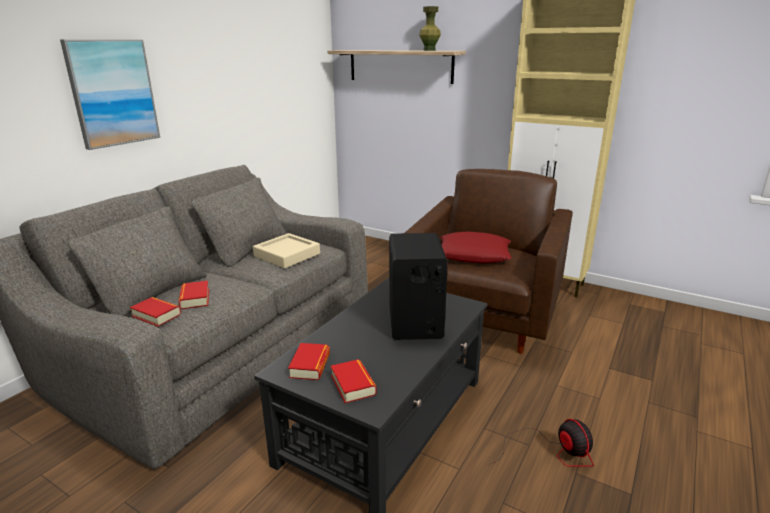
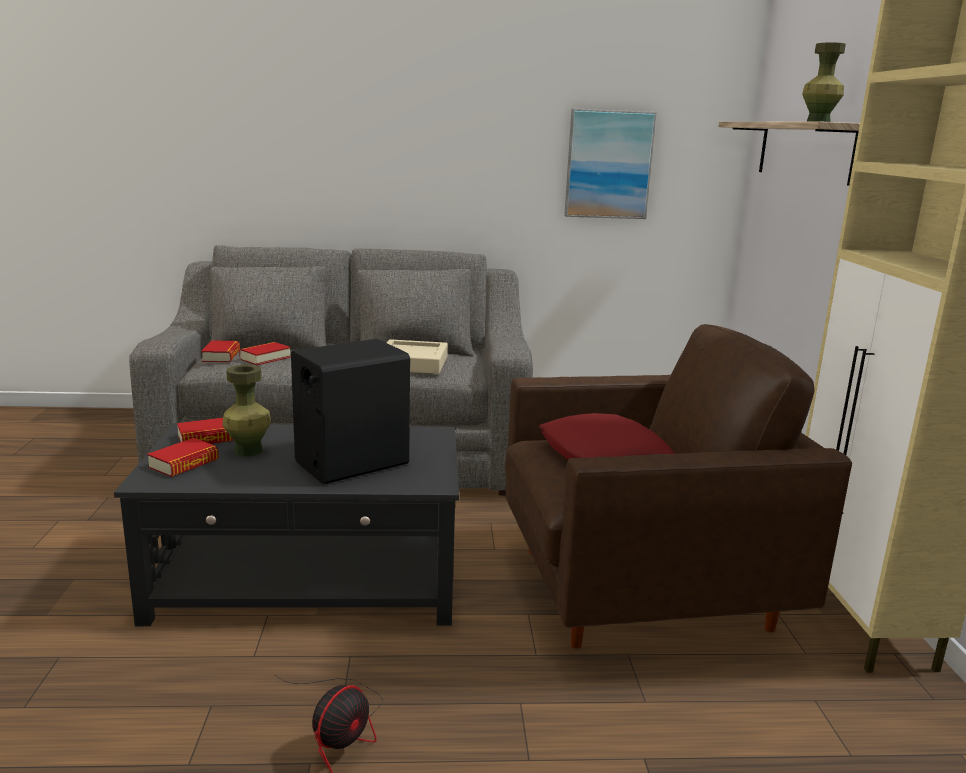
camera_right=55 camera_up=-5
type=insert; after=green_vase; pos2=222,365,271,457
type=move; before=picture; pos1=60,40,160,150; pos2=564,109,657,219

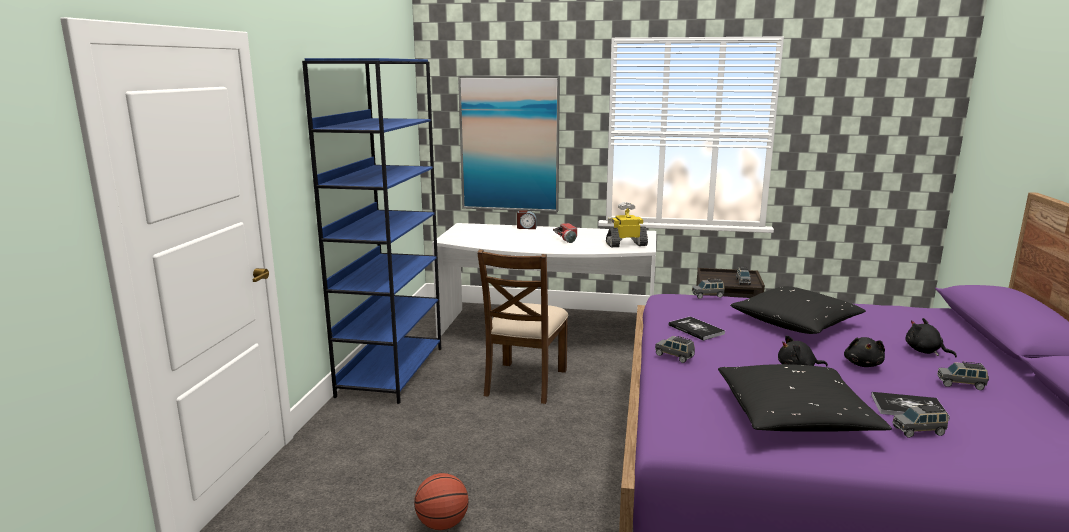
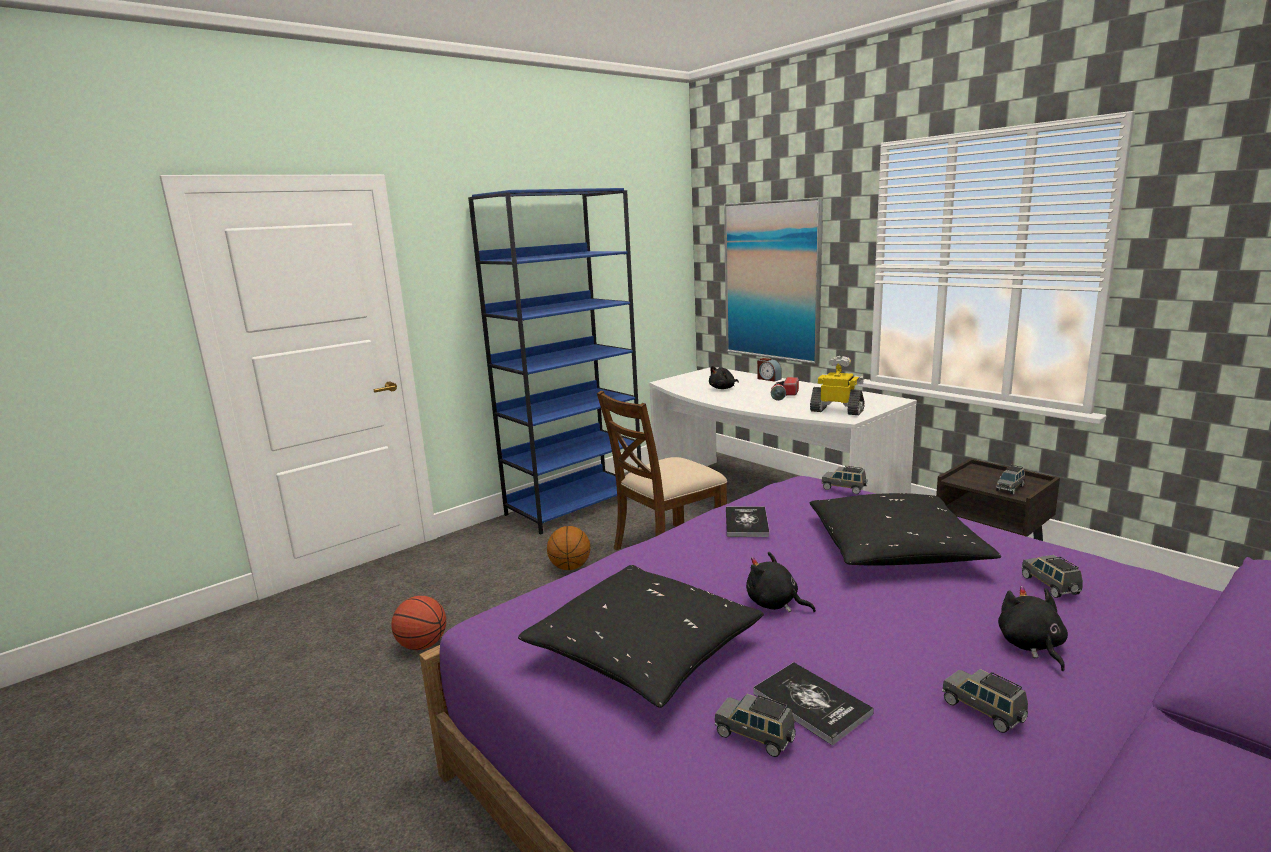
camera_right=40 camera_up=0
type=insert; after=basketball; pos2=547,526,591,570
type=move; before=black_plush_toy; pos1=844,337,885,367; pos2=709,366,739,389
type=move; before=grey_toy_car; pos1=655,336,695,363; pos2=1021,555,1083,598

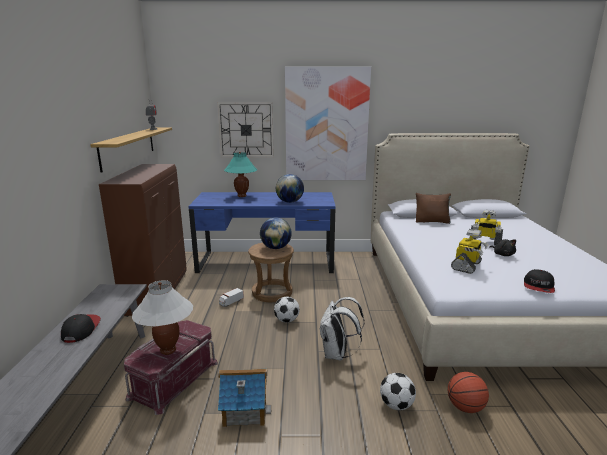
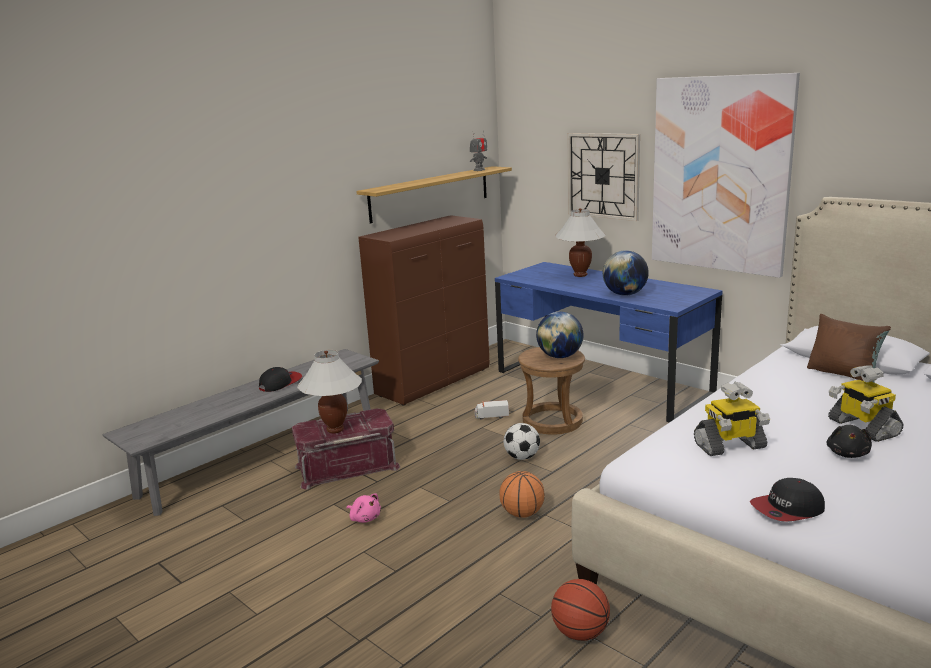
camera_right=45 camera_up=0
type=replace; before=toy_house; after=pink_plush_toy; pos1=218,368,272,428; pos2=347,493,381,523
type=replace; before=white_backpack; after=basketball; pos1=320,297,365,361; pos2=499,471,545,518
type=recolor; before=turquoise_table_lamp; after=white_table_lamp; pos1=224,152,257,197; pos2=555,208,606,277
type=delete; before=football; pos1=380,373,416,410

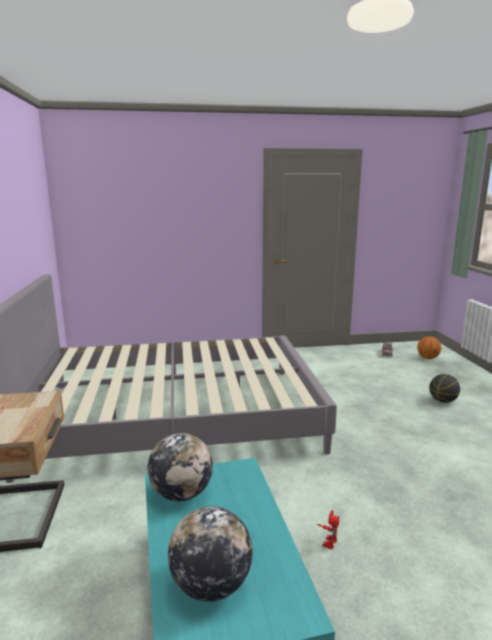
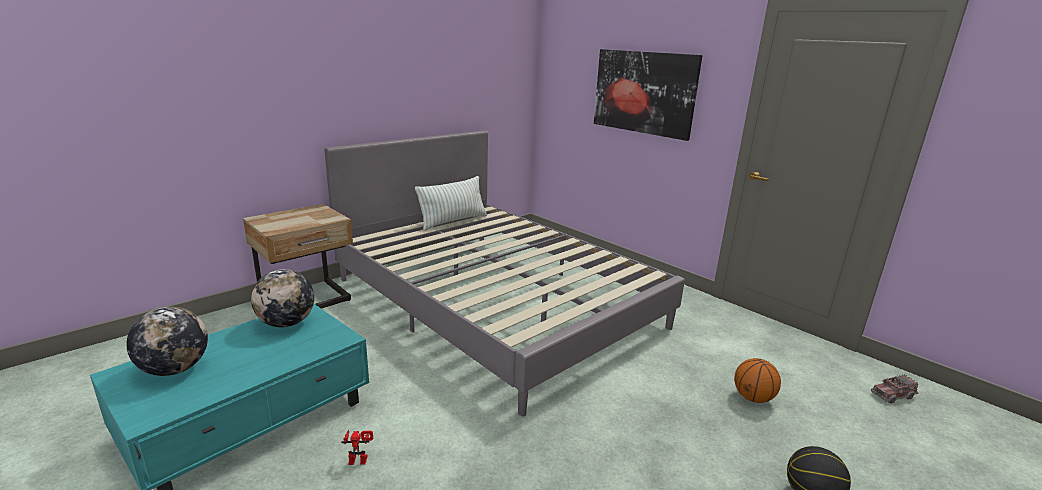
camera_right=55 camera_up=5
type=insert; after=pillow; pos2=415,176,487,231
type=insert; after=picture; pos2=594,49,702,141
type=move; before=basketball; pos1=417,336,441,359; pos2=734,358,781,403

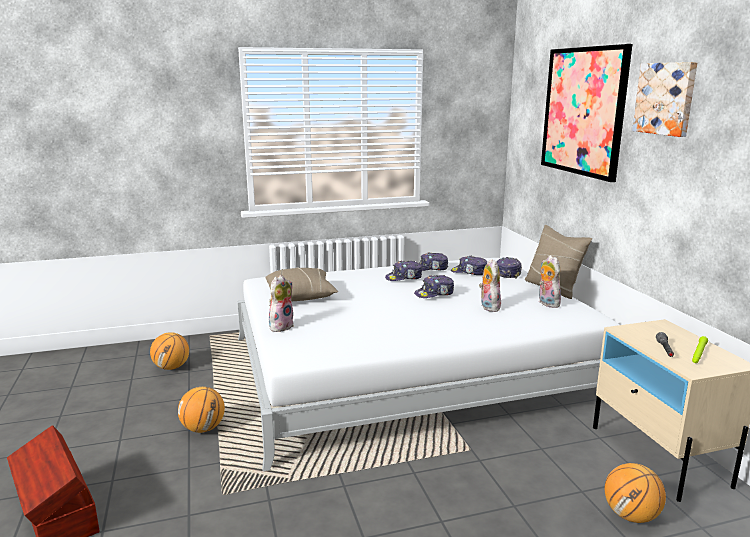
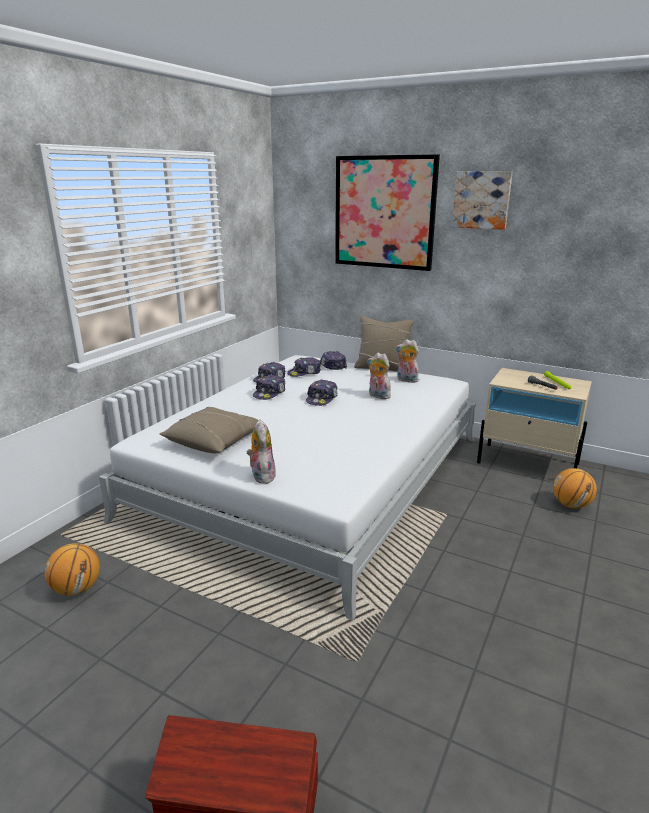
camera_right=-45 camera_up=5
type=delete; before=basketball; pos1=178,387,225,433

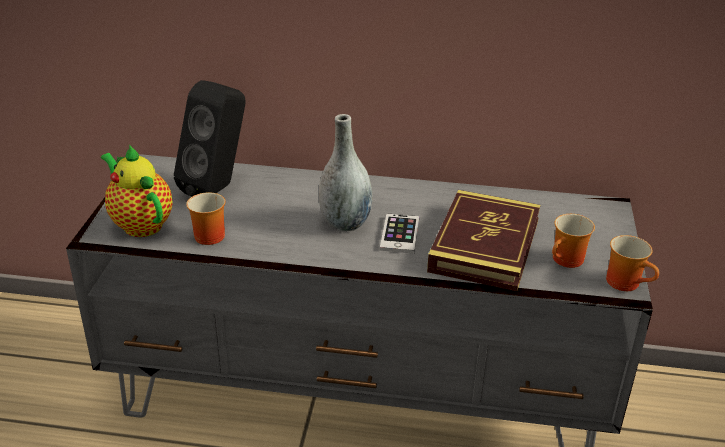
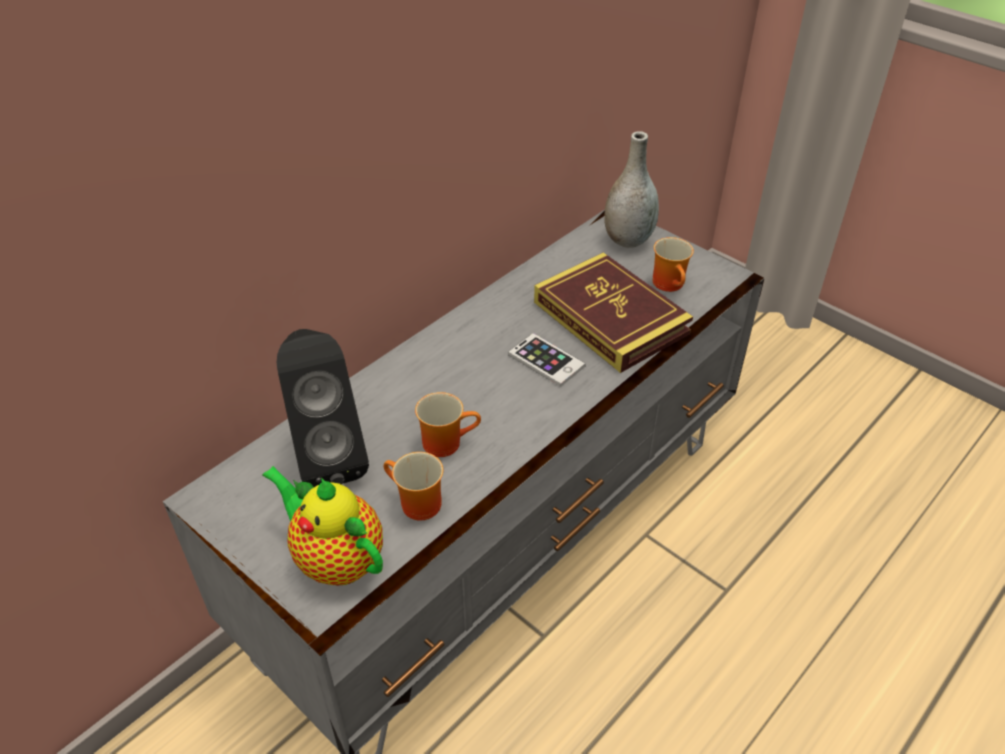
camera_right=-55 camera_up=10
type=rotate; before=teapot; pos1=101,144,172,237; pos2=262,466,383,586; turn=45
type=move; before=mug; pos1=606,235,659,291; pos2=415,392,481,457
type=move; before=grey_vase; pos1=319,114,373,231; pos2=605,131,659,248

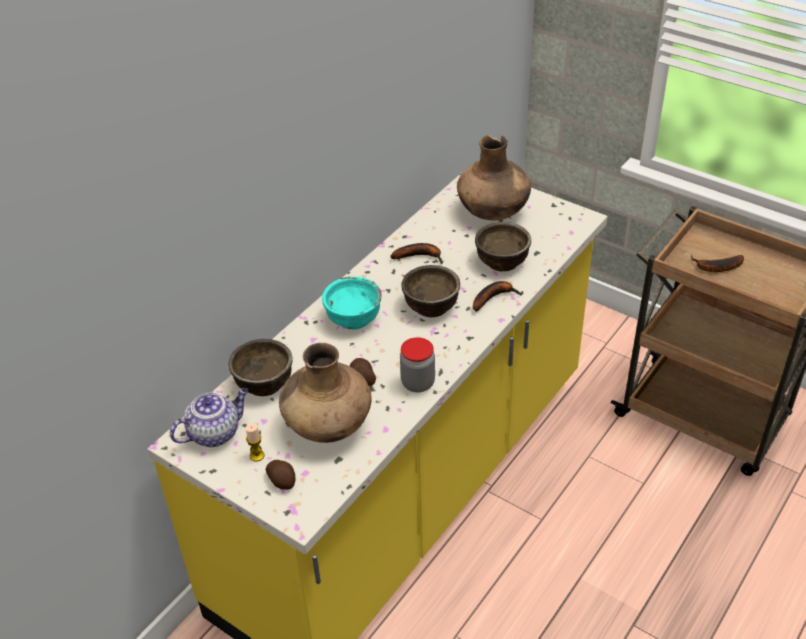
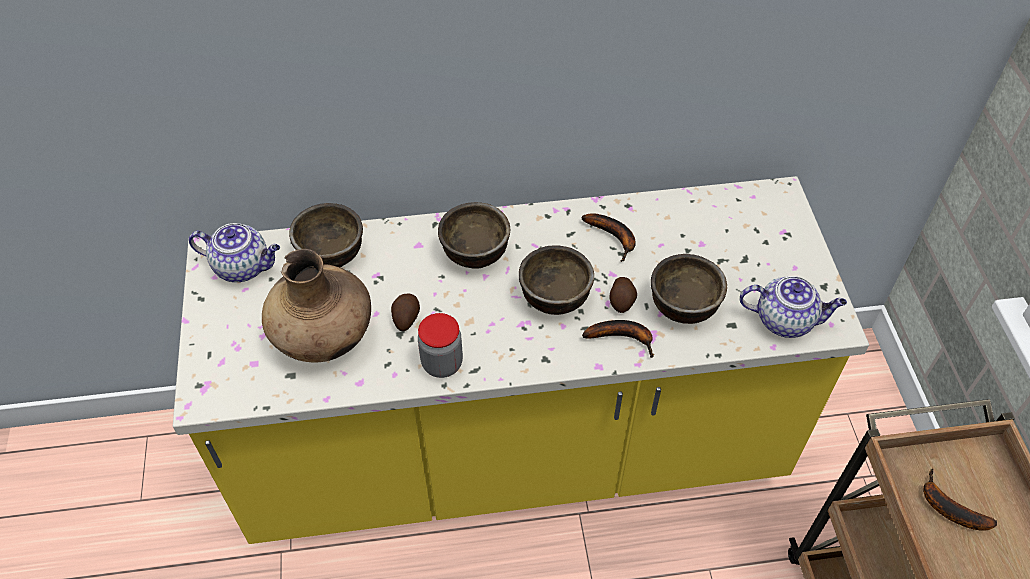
camera_right=45 camera_up=10
type=recolor; before=turquoise_bowl; after=brown_bowl; pos1=322,277,382,329; pos2=438,202,510,269
type=move; before=potato; pos1=265,460,295,490; pos2=610,277,637,313
type=insert; after=teapot; pos2=739,276,847,338
type=delete; before=candle; pos1=246,423,264,462
type=delete; before=brown_vase; pos1=457,134,531,221

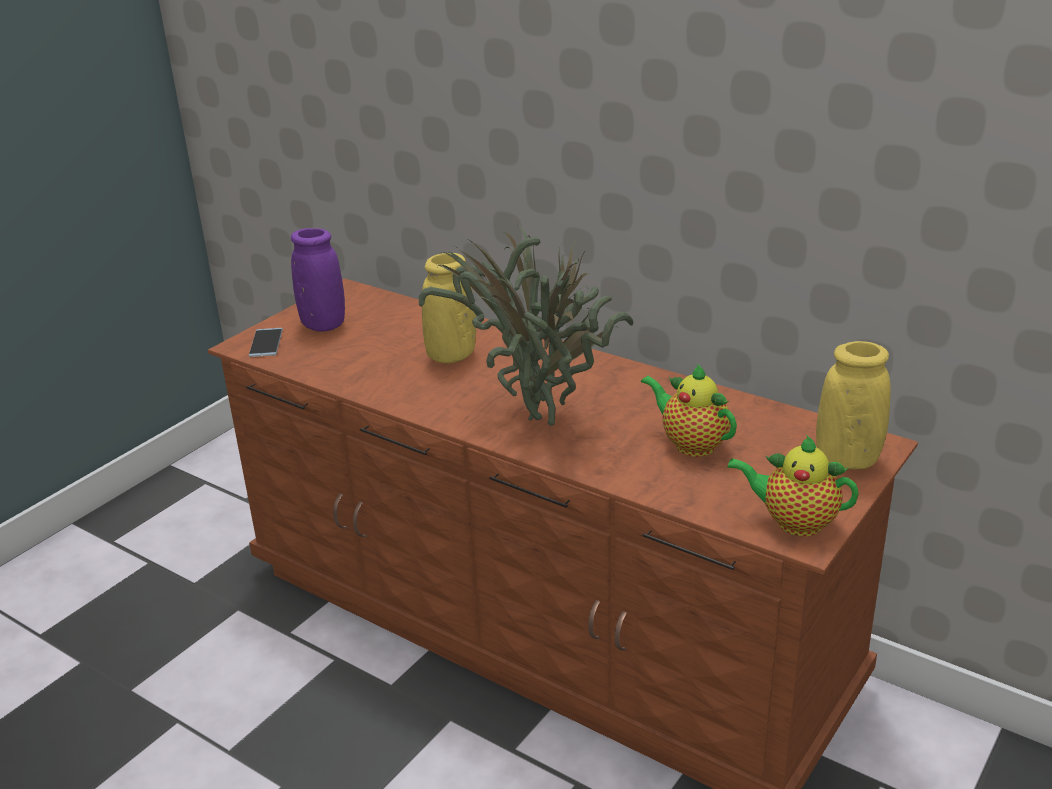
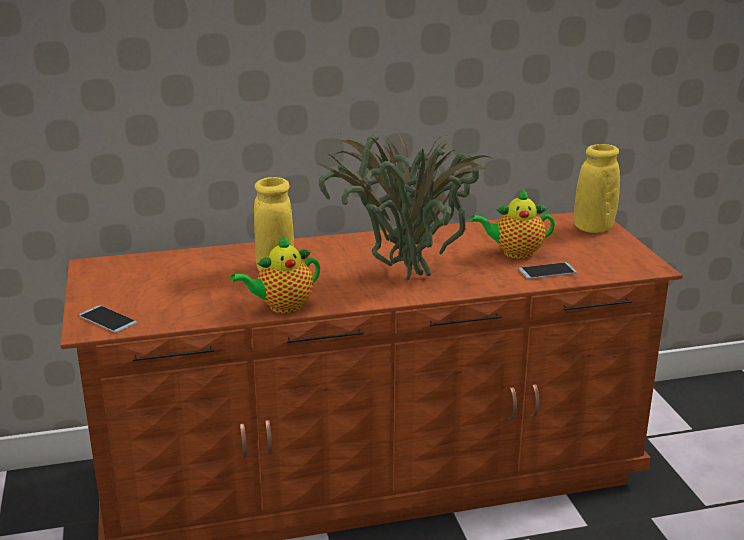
camera_right=-50 camera_up=-5
type=move; before=teapot; pos1=727,435,859,536; pos2=230,235,320,313
type=insert; after=phone; pos2=519,262,577,279
type=delete; before=purple_vase; pos1=291,228,345,332

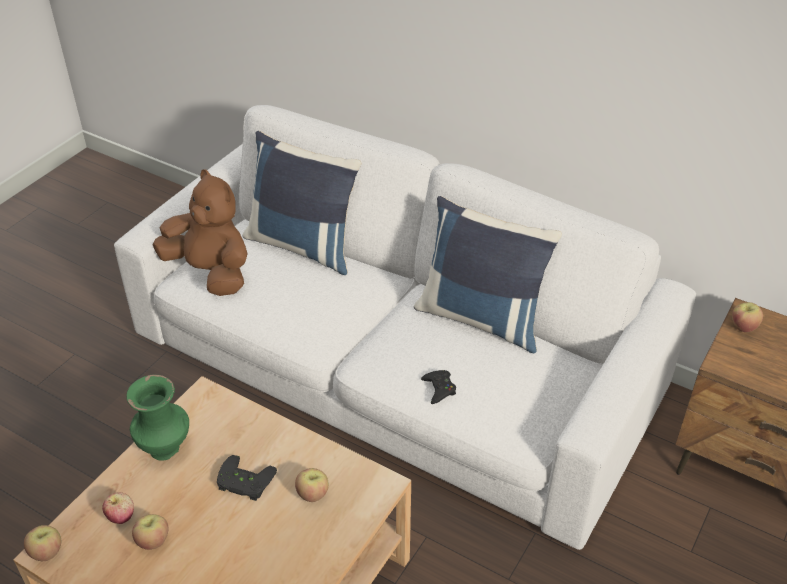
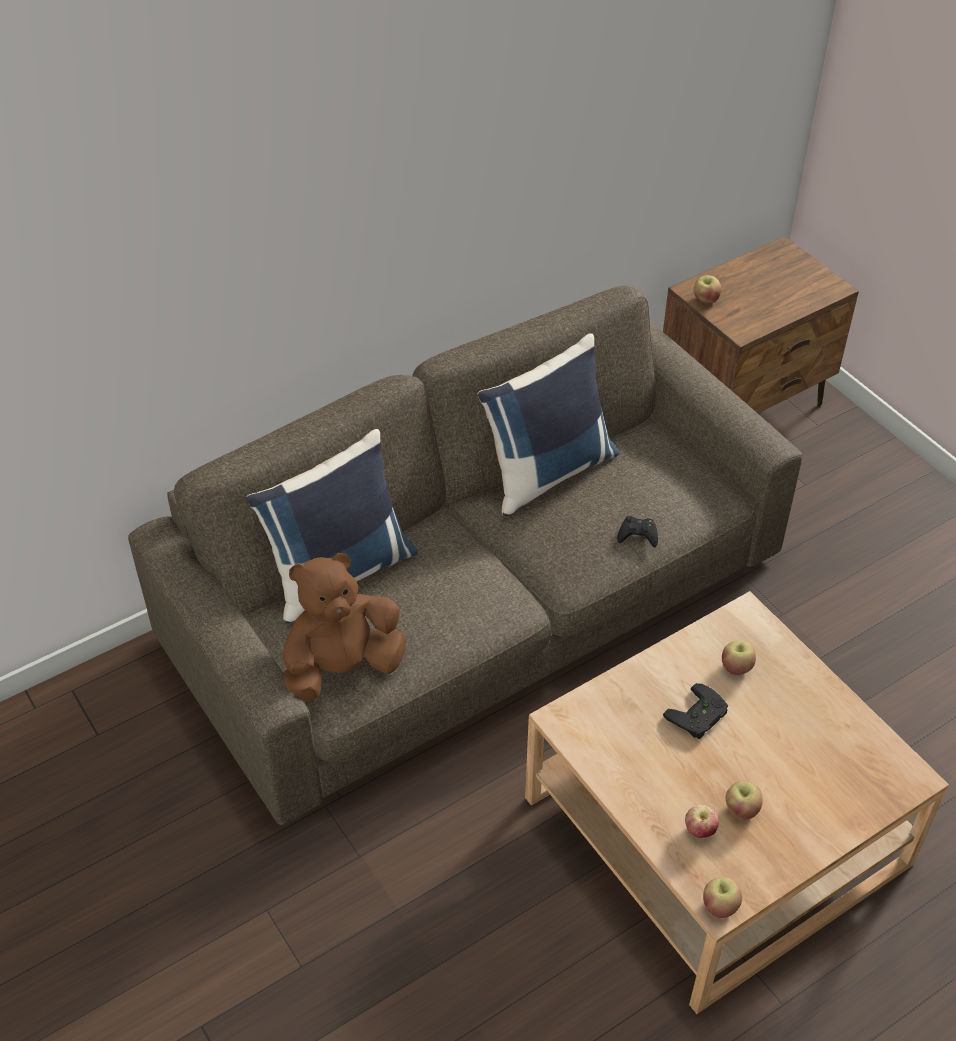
camera_right=-65 camera_up=5
type=recolor; before=white_sofa; after=brown_sofa; pos1=114,105,696,550; pos2=128,285,802,825
type=delete; before=green_vase; pos1=126,375,189,460

